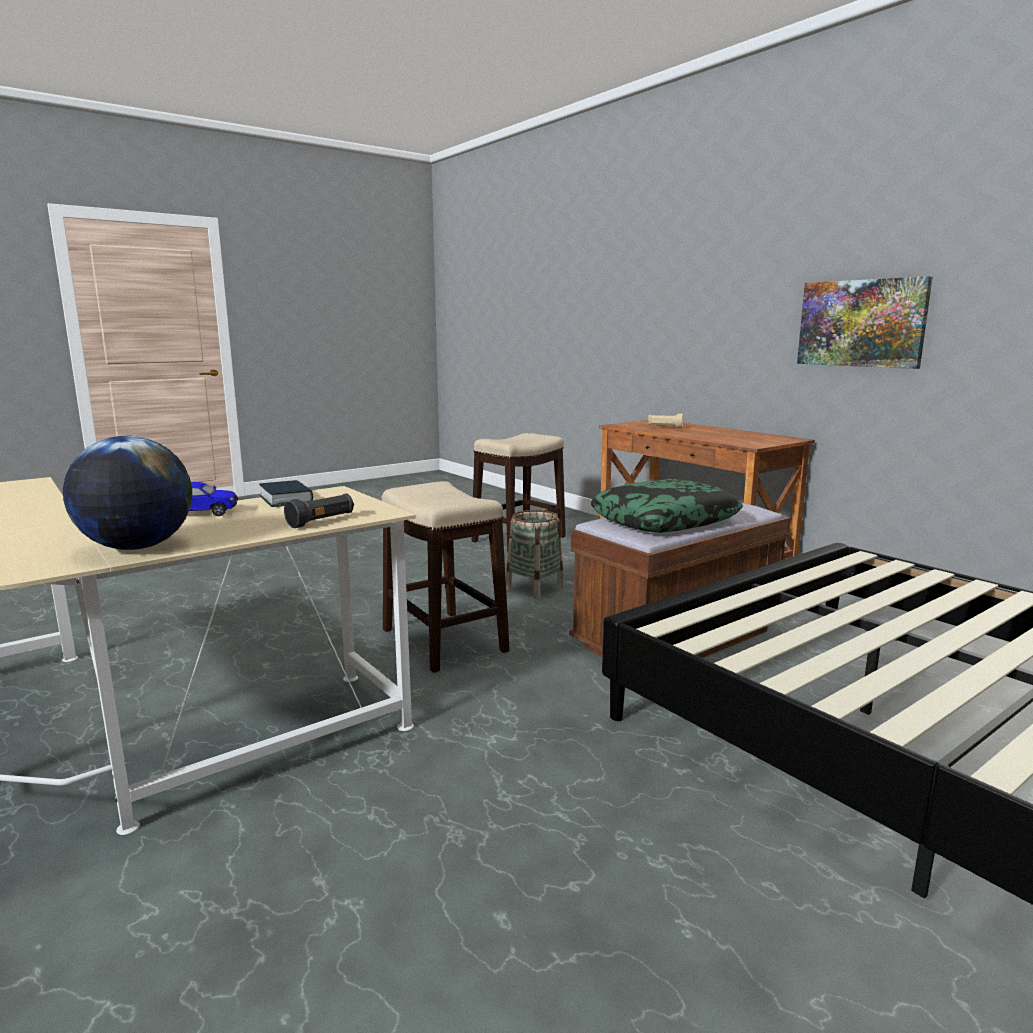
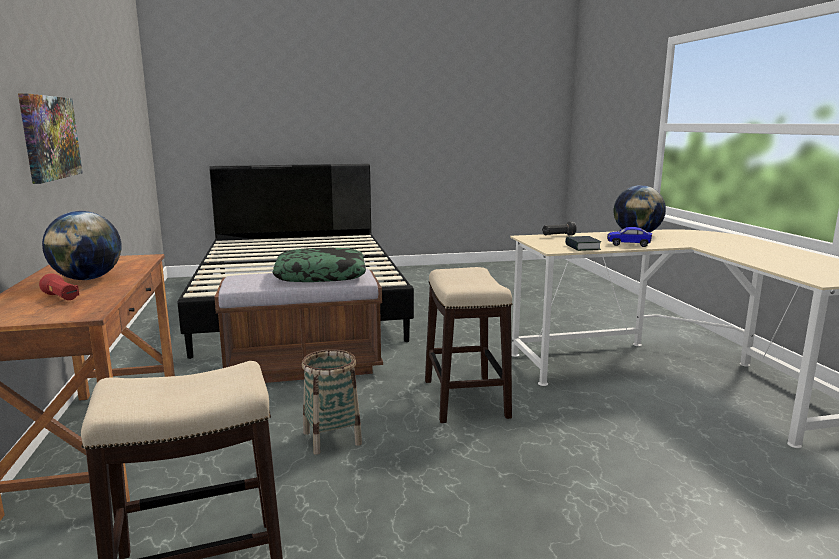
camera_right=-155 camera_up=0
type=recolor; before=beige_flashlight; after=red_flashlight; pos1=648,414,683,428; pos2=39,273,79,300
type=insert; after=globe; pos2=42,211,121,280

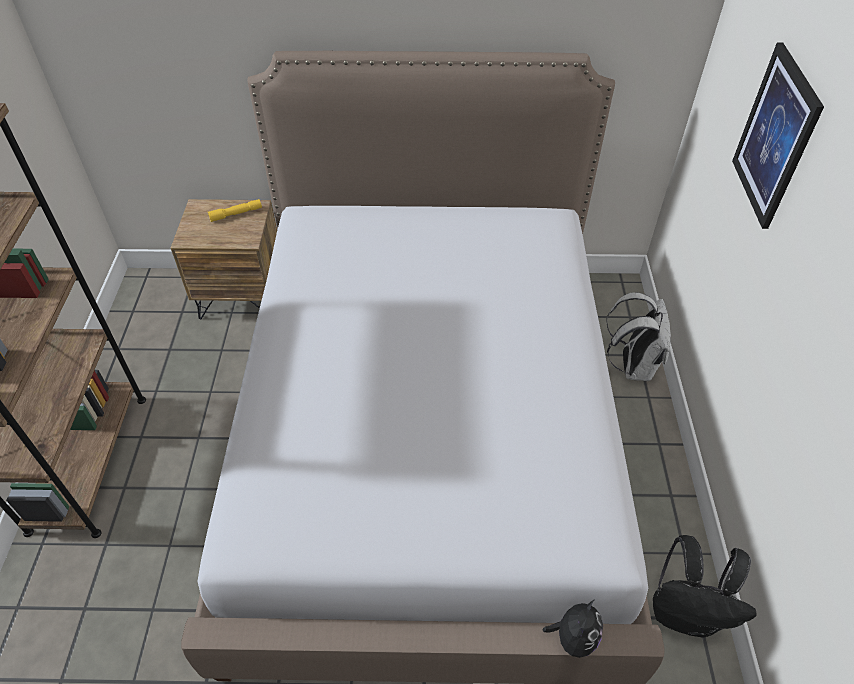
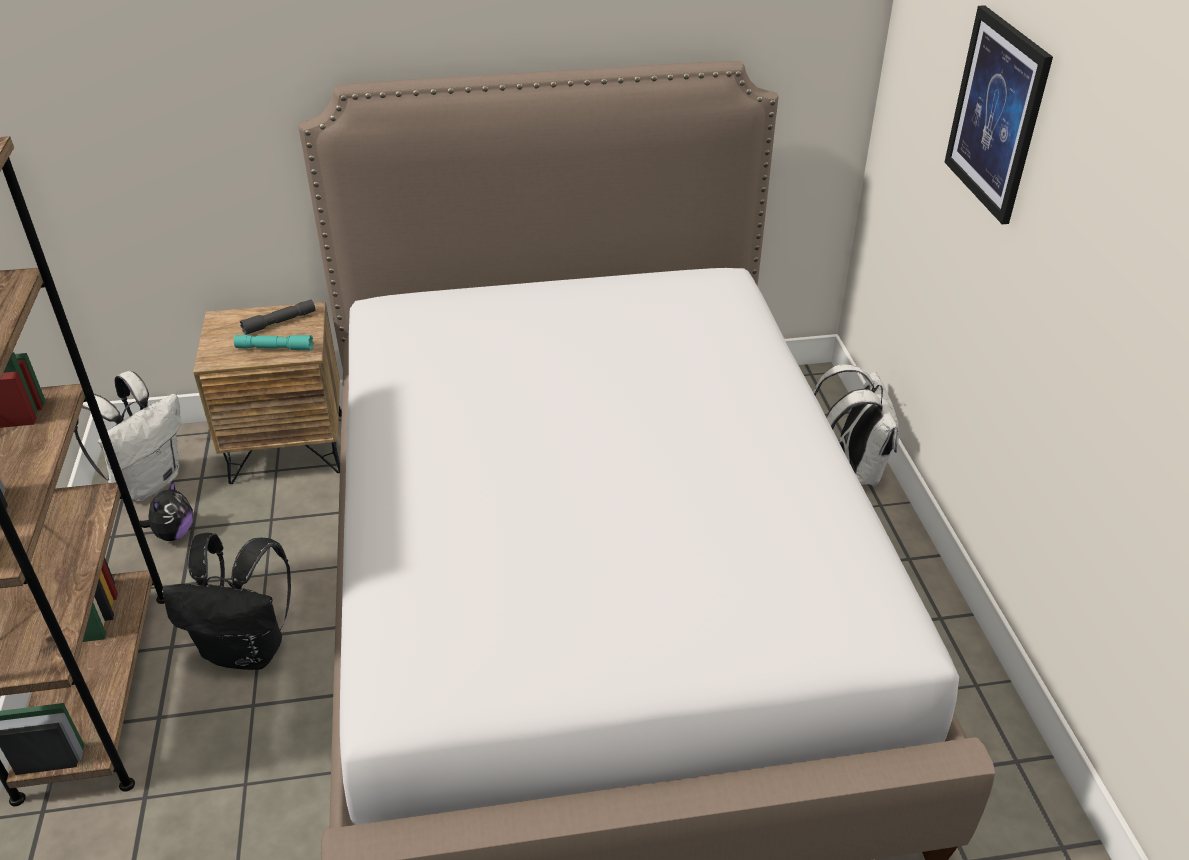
camera_right=-10 camera_up=-10
type=insert; after=white_backpack; pos2=74,371,181,501
type=move; before=plush_toy; pos1=543,599,603,658; pos2=140,480,193,541
type=move; before=black_backpack; pos1=653,535,757,637; pos2=162,533,291,670
type=insert; after=turquoise_flashlight; pos2=234,335,314,351
type=recolor; before=yellow_flashlight; after=grey_flashlight; pos1=208,199,262,222; pos2=240,300,316,335

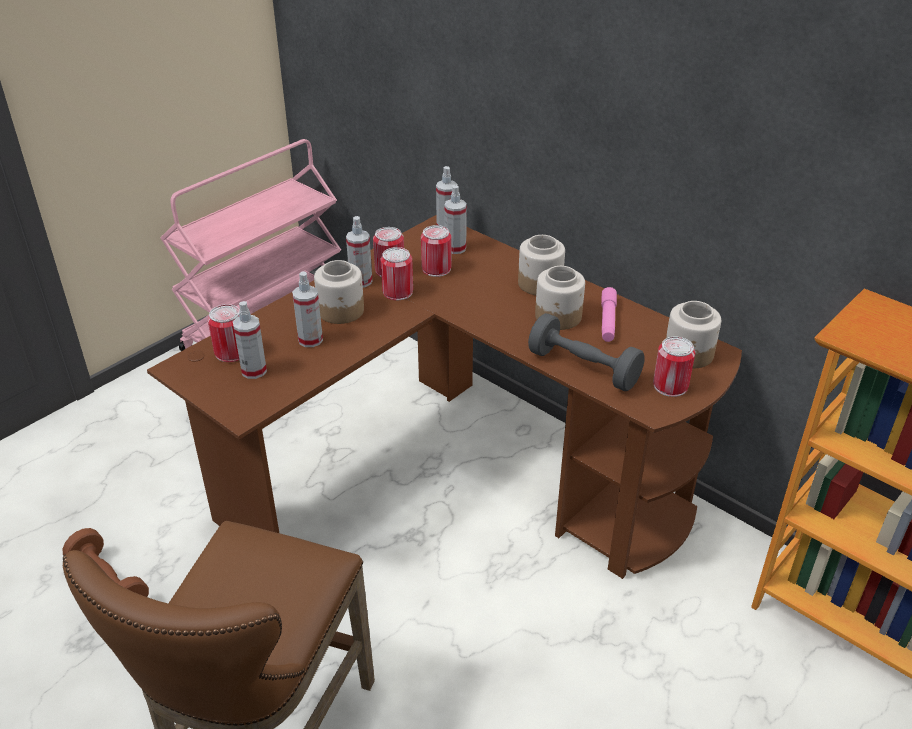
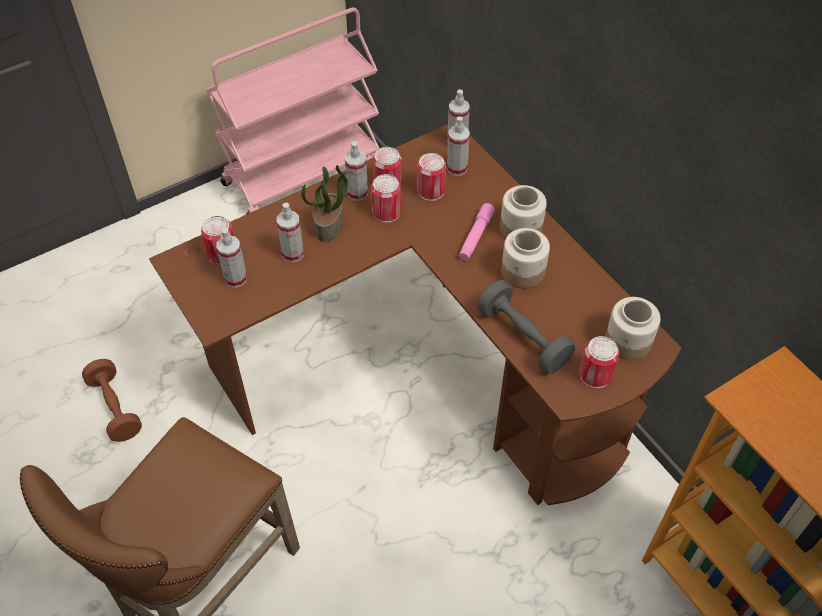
camera_right=15 camera_up=15
type=replace; before=jar; after=potted_plant; pos1=314,260,364,324; pos2=301,165,348,242
type=move; before=pink_flashlight; pos1=601,287,617,342; pos2=459,203,495,261

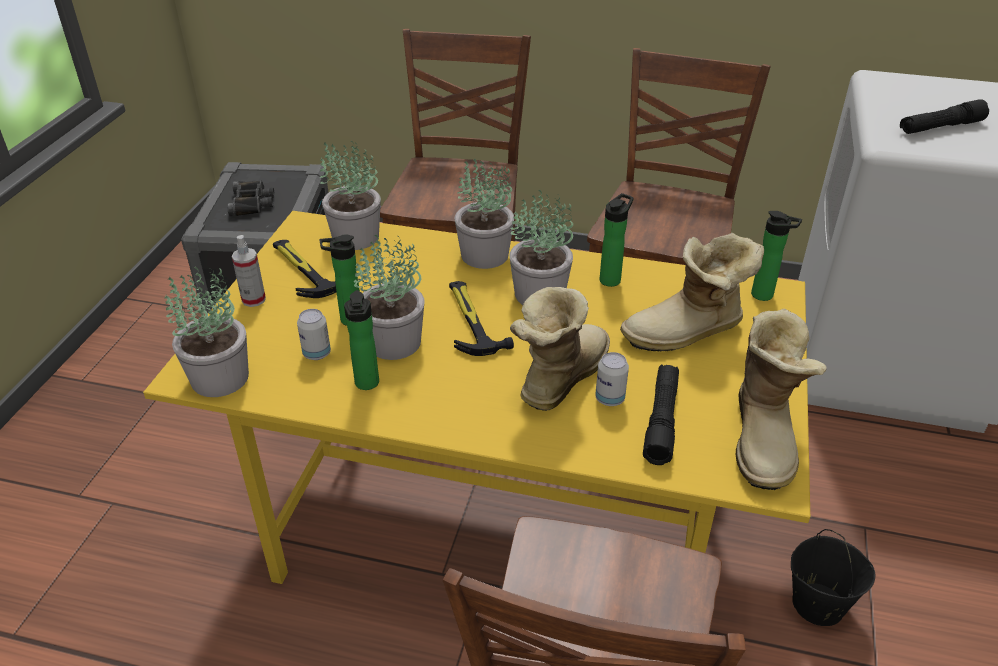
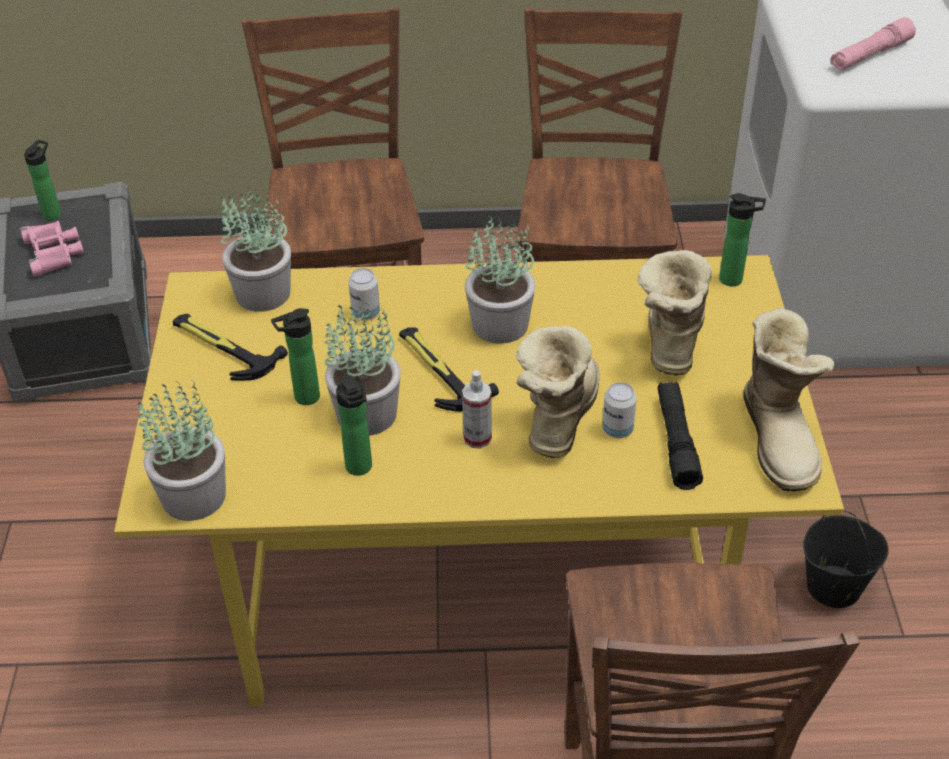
camera_right=-15 camera_up=5
type=recolor; before=black_binoculars; after=pink_binoculars; pos1=228,181,275,217; pos2=20,221,84,277
type=move; before=bottle; pos1=600,193,633,287; pos2=24,140,61,220
type=move; before=can; pos1=297,309,331,360; pos2=348,268,380,320
type=move; before=spray_bottle; pos1=232,235,266,307; pos2=462,370,492,449
type=rotate; before=boot; pos1=620,233,764,352; pos2=638,250,712,375; turn=135
type=recolor; before=black_flashlight; after=pink_flashlight; pos1=900,99,989,134; pos2=830,17,916,70
type=delete; before=potted_plant; pos1=455,159,514,269

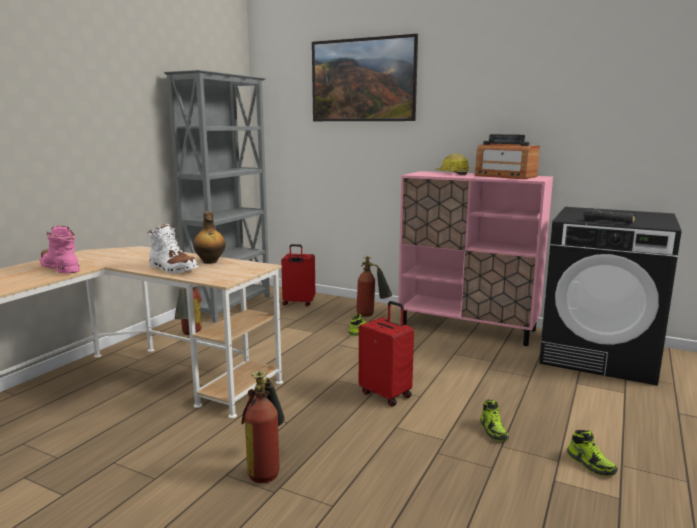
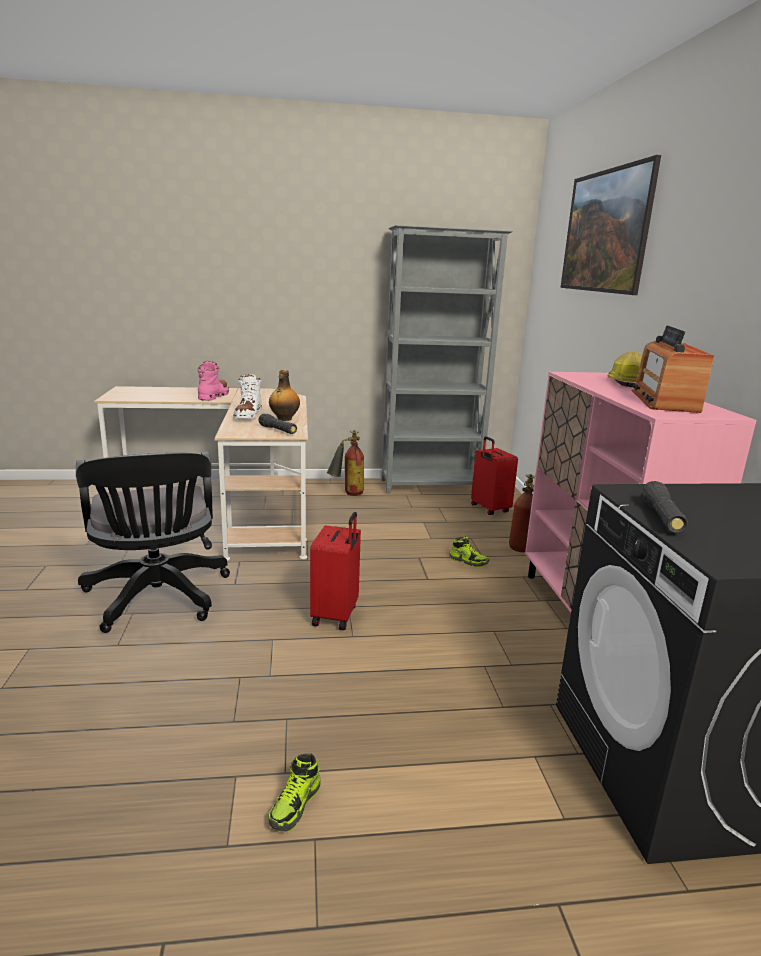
camera_right=55 camera_up=5
type=replace; before=fire_extinguisher; after=black_office_chair; pos1=241,371,285,483; pos2=76,452,230,633
type=insert; after=black_flashlight; pos2=258,413,297,434
type=delete; before=shoe; pos1=480,400,509,441

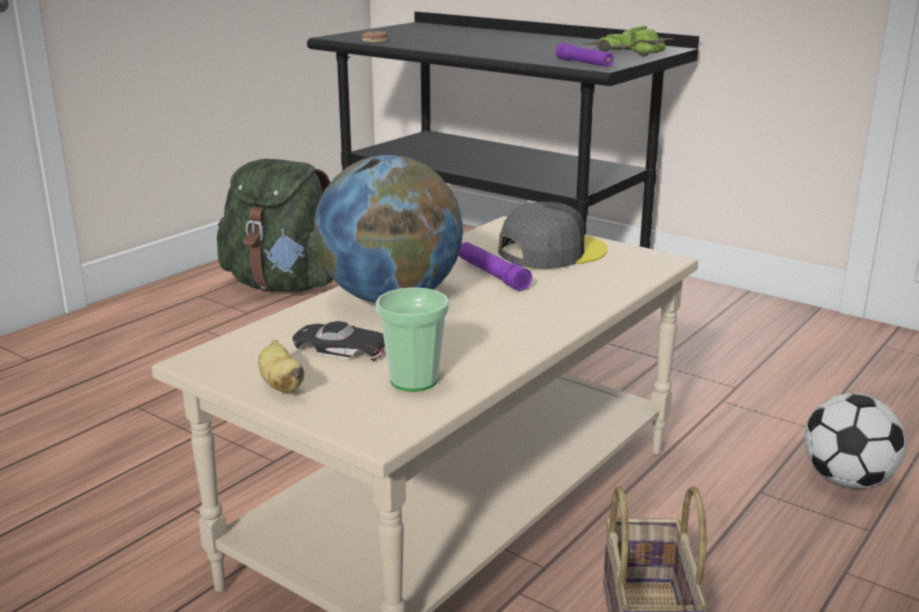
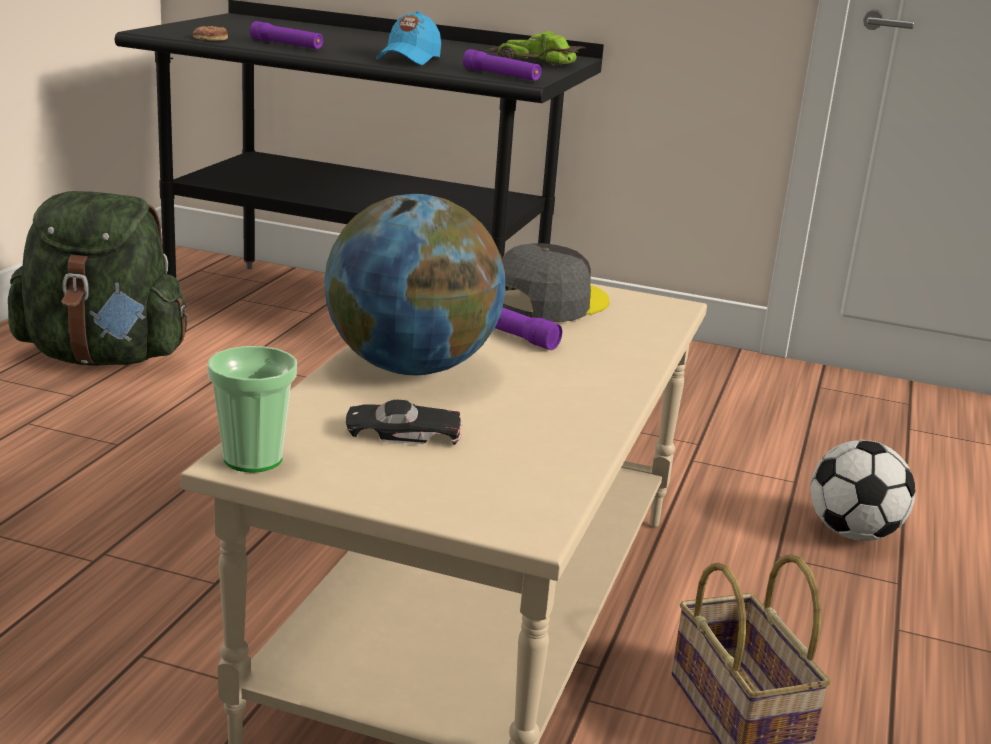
camera_right=-20 camera_up=0
type=move; before=cup; pos1=376,287,449,392; pos2=208,346,297,472
type=insert; after=purple_flashlight; pos2=250,21,323,49
type=insert; after=blue_cap; pos2=376,11,441,65
type=delete; before=banana; pos1=258,340,304,393

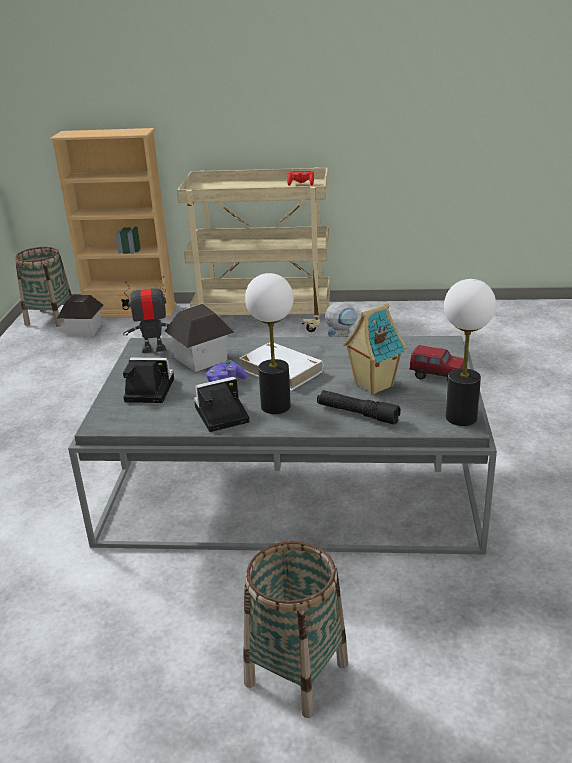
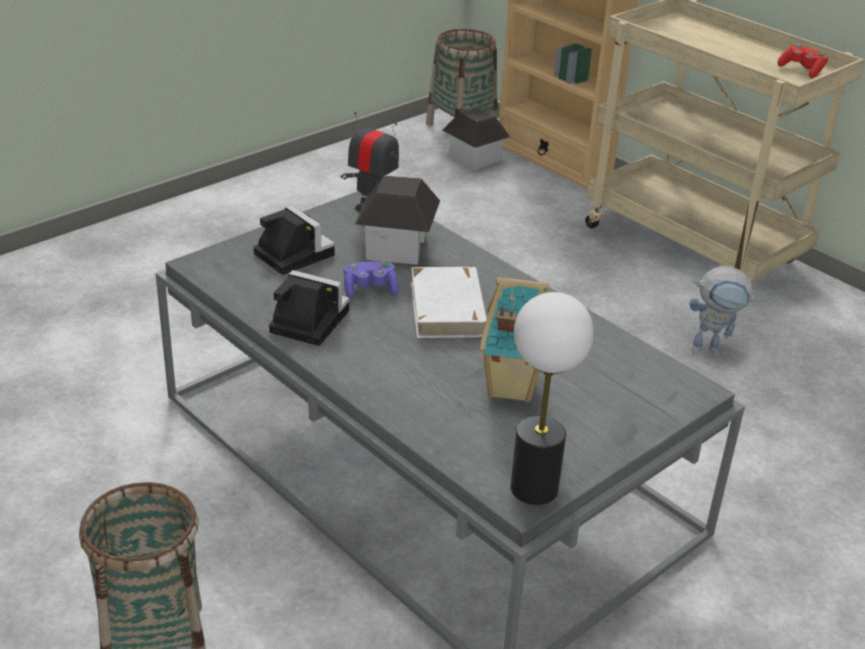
camera_right=40 camera_up=5
type=delete; before=table_lamp; pos1=245,273,293,414
type=delete; before=black_flashlight; pos1=317,390,401,425
type=delete; before=toy_truck; pos1=409,345,464,382

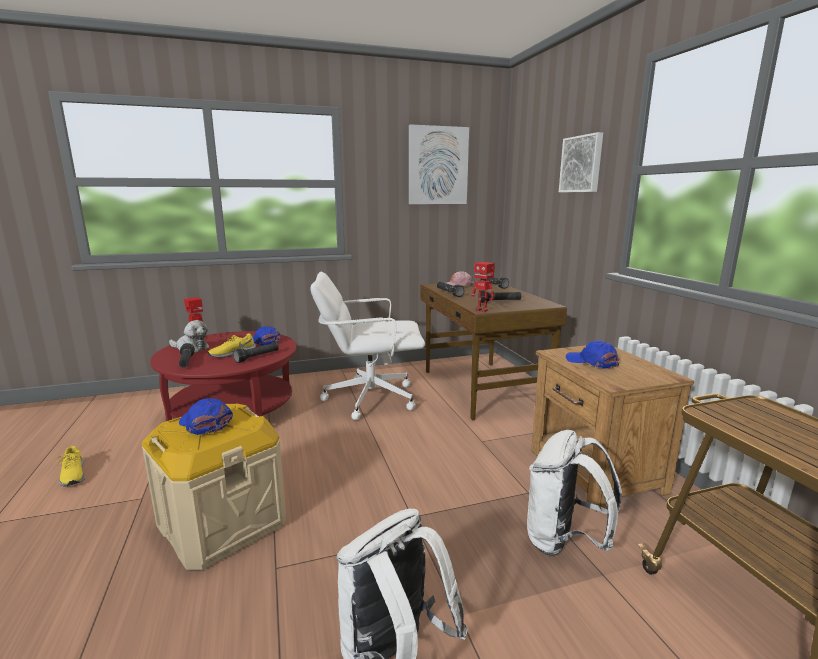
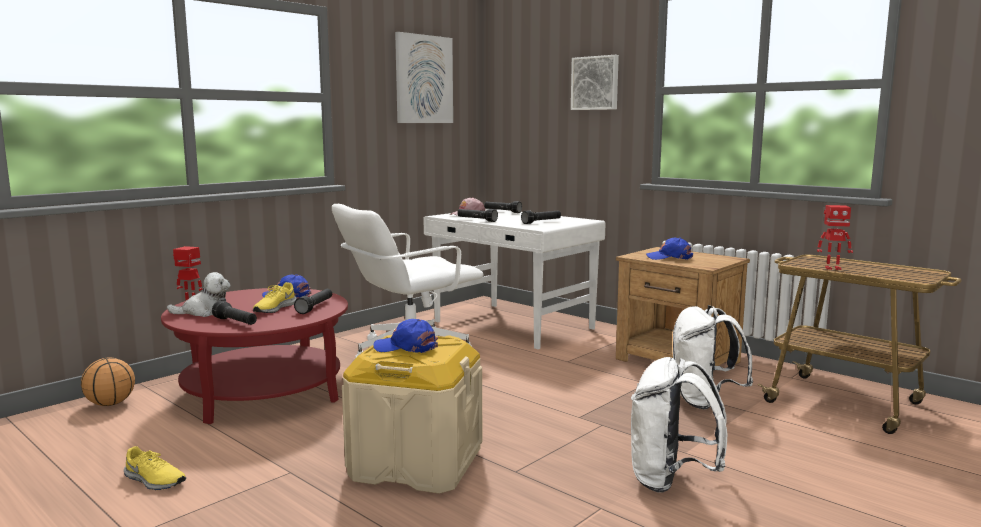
camera_right=-30 camera_up=-5
type=insert; after=basketball; pos2=81,357,135,406
type=recolor; before=brown_desk; after=white_desk; pos1=420,281,567,420; pos2=424,209,605,349
type=move; before=toy_robot; pos1=471,262,495,312; pos2=817,205,853,270

